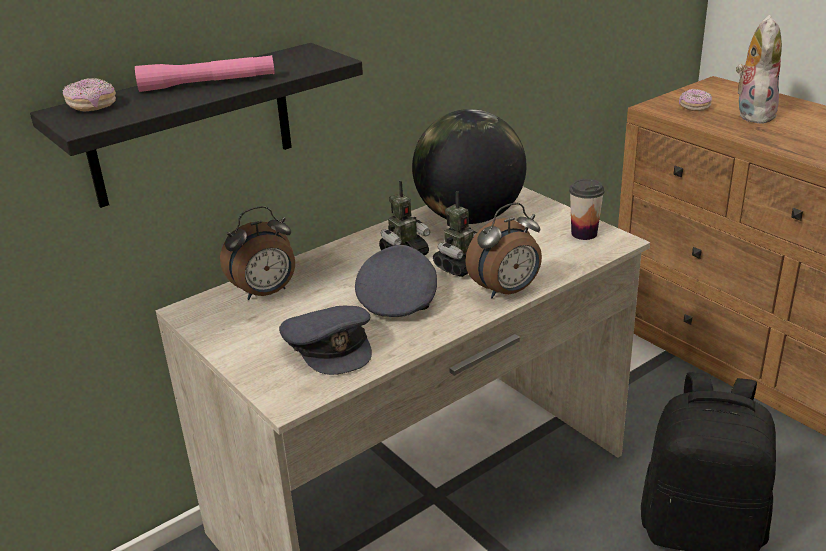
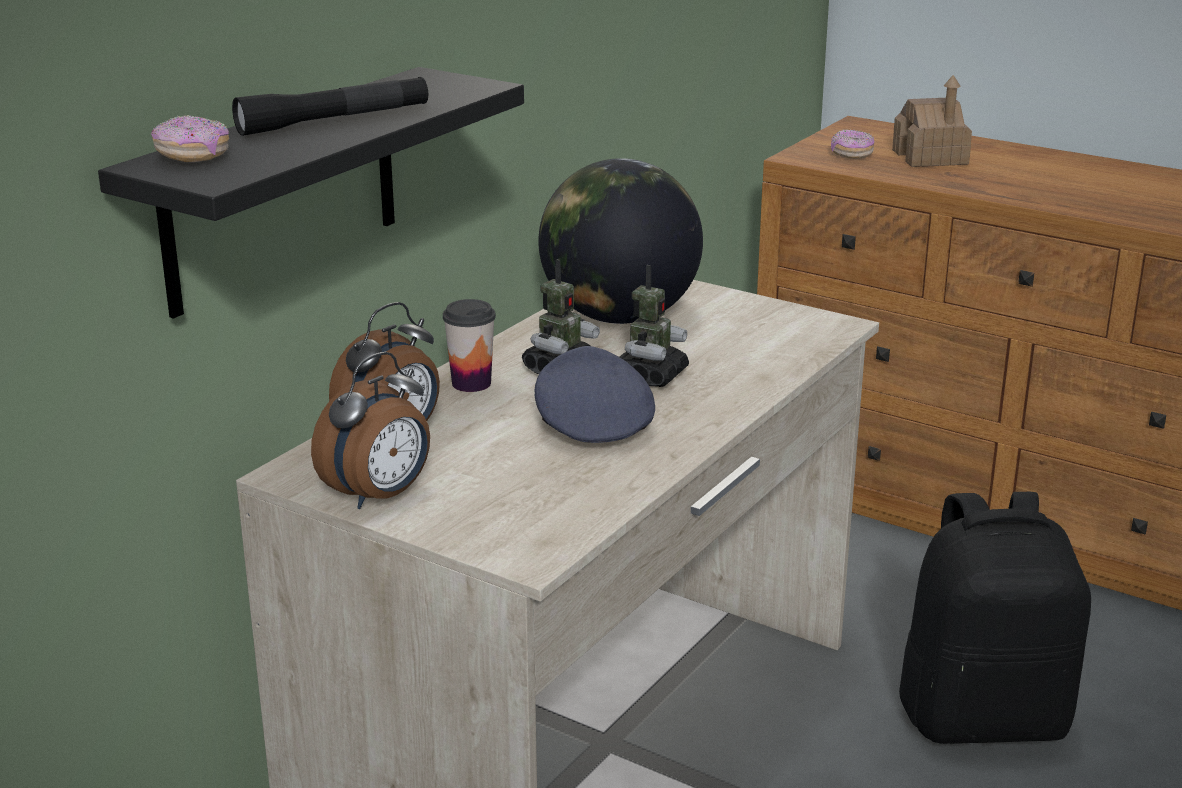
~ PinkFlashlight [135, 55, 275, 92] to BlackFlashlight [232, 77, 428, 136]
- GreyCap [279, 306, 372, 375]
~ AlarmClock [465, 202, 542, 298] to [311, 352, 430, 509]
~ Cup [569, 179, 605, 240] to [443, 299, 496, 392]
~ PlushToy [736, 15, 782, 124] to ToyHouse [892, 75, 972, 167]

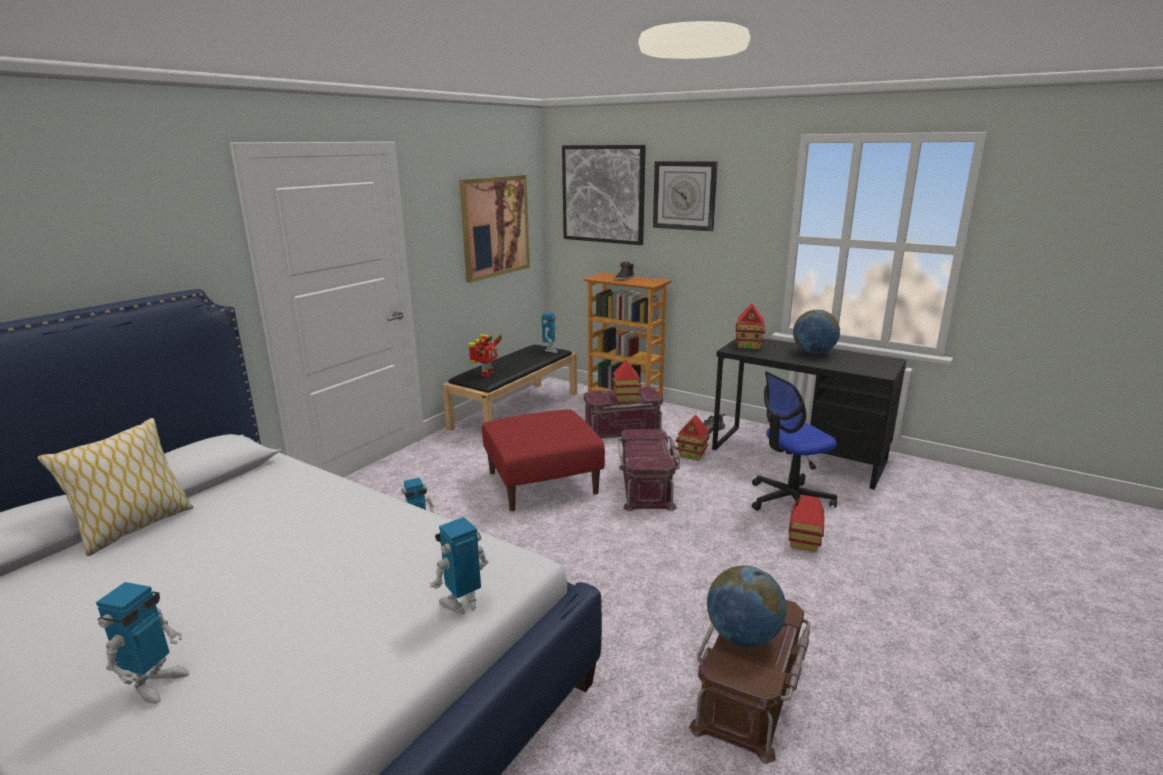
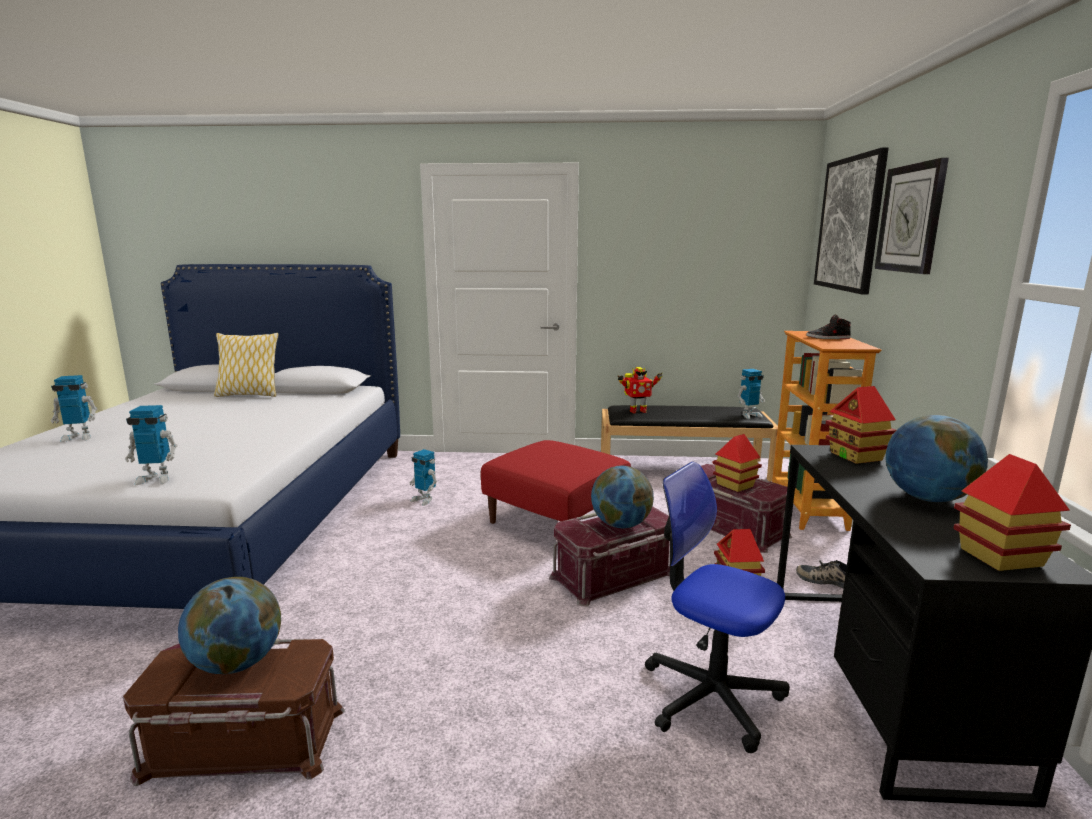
~ ToyRobot [430, 517, 488, 614] = [125, 405, 178, 485] 150 degrees clockwise
- Picture [459, 175, 530, 283]
~ ToyHouse [788, 495, 825, 552] to [953, 454, 1071, 571]
+ Globe [591, 466, 654, 528]

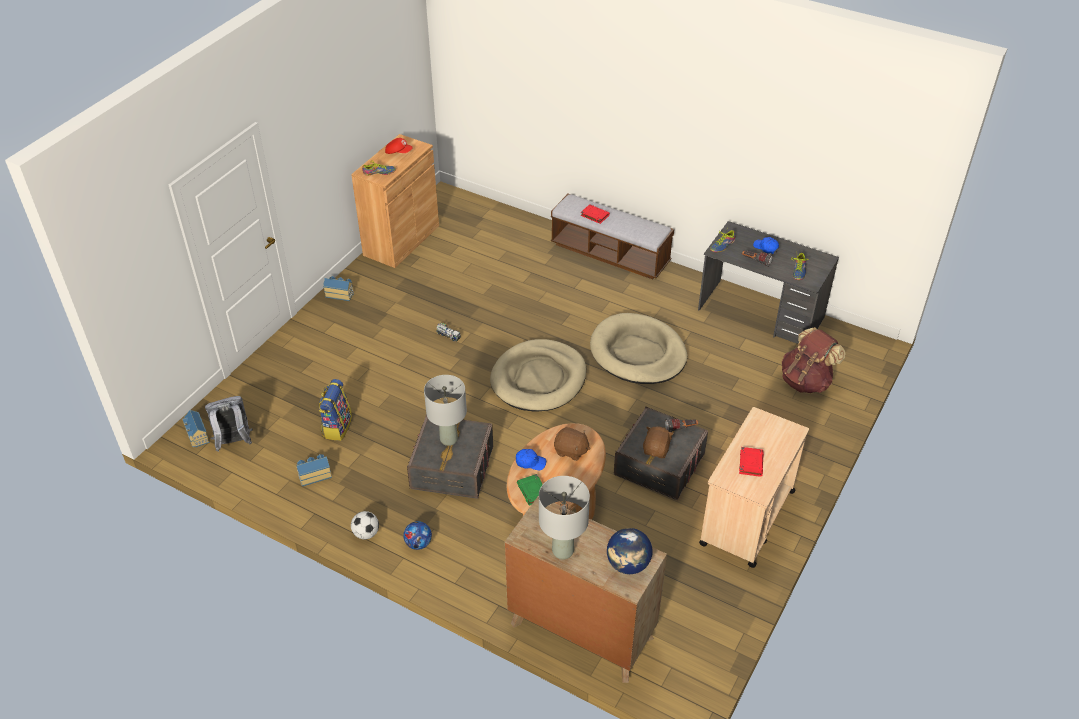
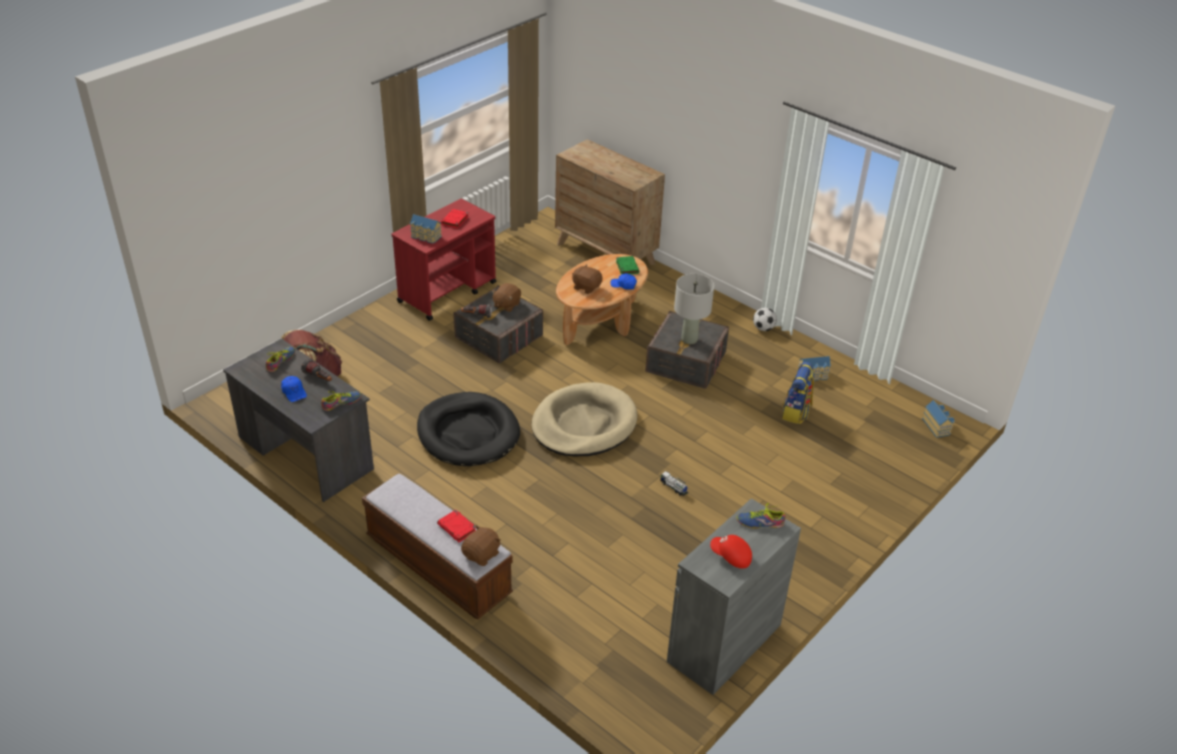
- GreyBackpack [205, 396, 253, 452]
~ ToyHouse [323, 276, 354, 301] to [410, 214, 442, 244]
~ BrownCabinet [351, 134, 439, 268] to GreyCabinet [667, 498, 801, 695]
- Football [403, 521, 432, 550]
- GreyTableLamp [539, 476, 590, 560]
~ BeigeDogBed [590, 313, 687, 384] to BlackDogBed [417, 392, 520, 466]
- Globe [607, 528, 653, 574]
~ BeigeCart [699, 407, 809, 568] to RedCart [392, 199, 496, 321]
+ BrownPlushToy [461, 525, 501, 566]

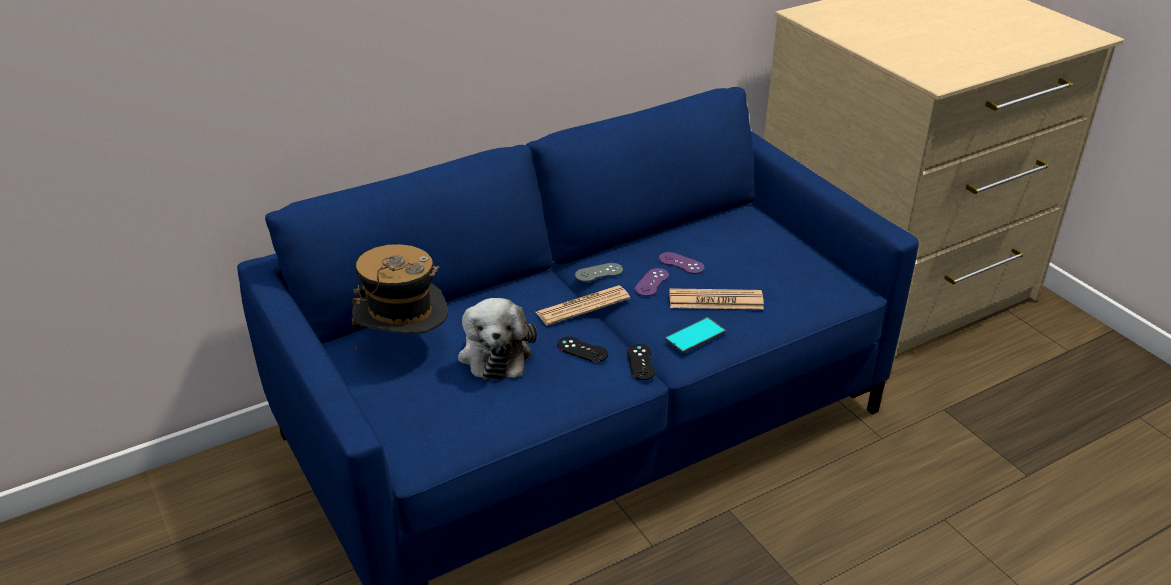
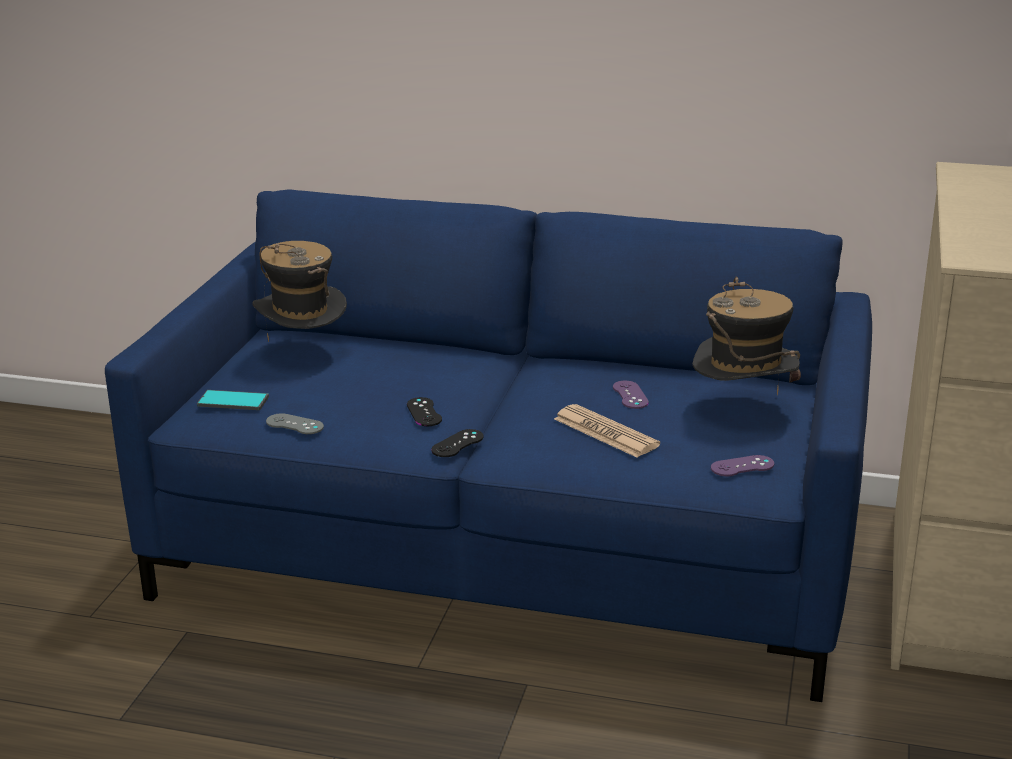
- PlushToy [458, 298, 537, 381]
- Newspaper [536, 285, 630, 325]
~ GreyGameController [575, 263, 623, 282] to [266, 413, 324, 434]
~ PurpleGameController [635, 268, 669, 297] to [711, 455, 774, 476]
~ Phone [665, 317, 726, 354] to [197, 390, 269, 410]
+ Hat [693, 276, 801, 396]

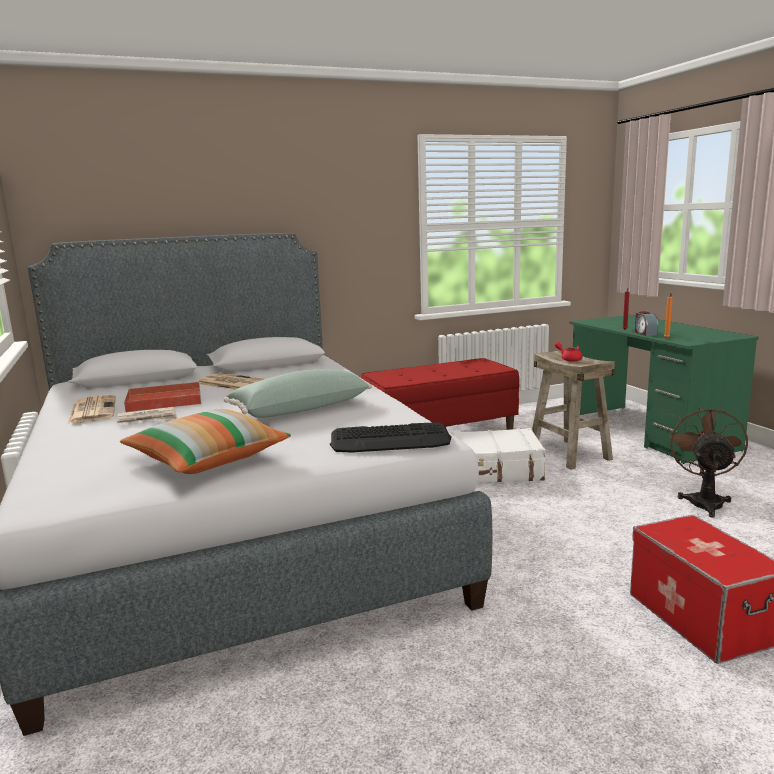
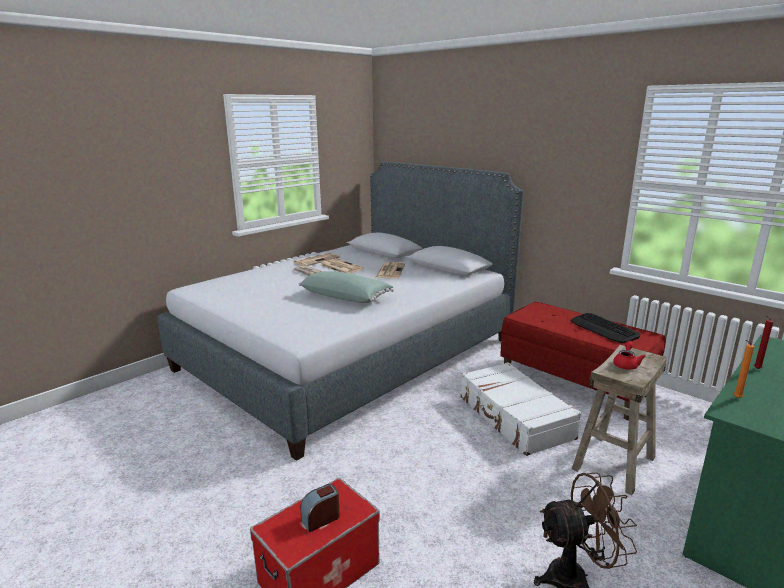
- Pillow [120, 409, 291, 474]
~ RedTray [124, 381, 201, 412] to Newspaper [320, 258, 364, 273]
~ Keyboard [330, 422, 451, 453] to [570, 313, 640, 343]
~ AlarmClock [635, 311, 658, 336] to [300, 484, 340, 532]

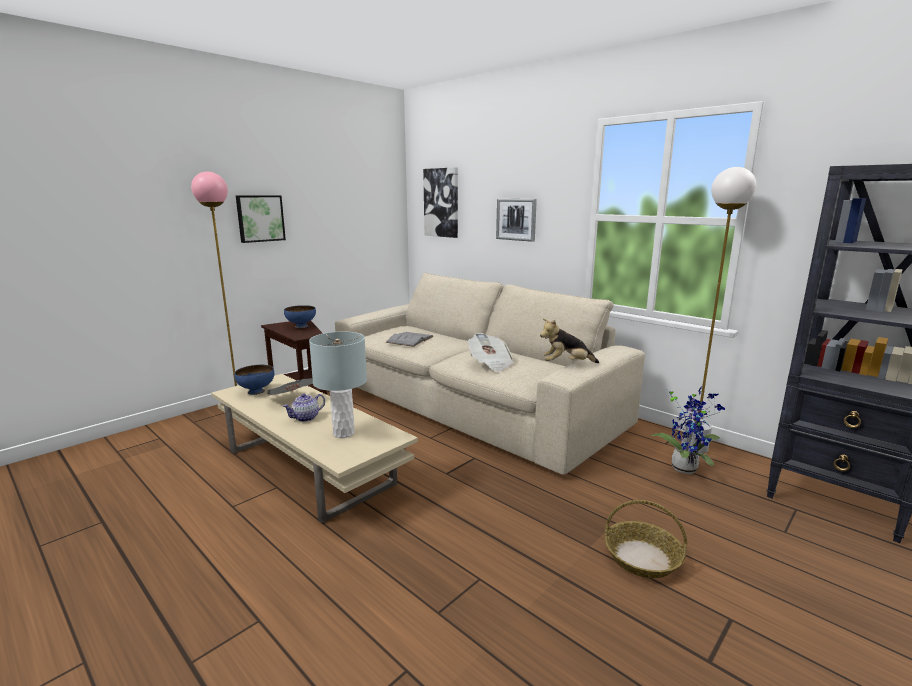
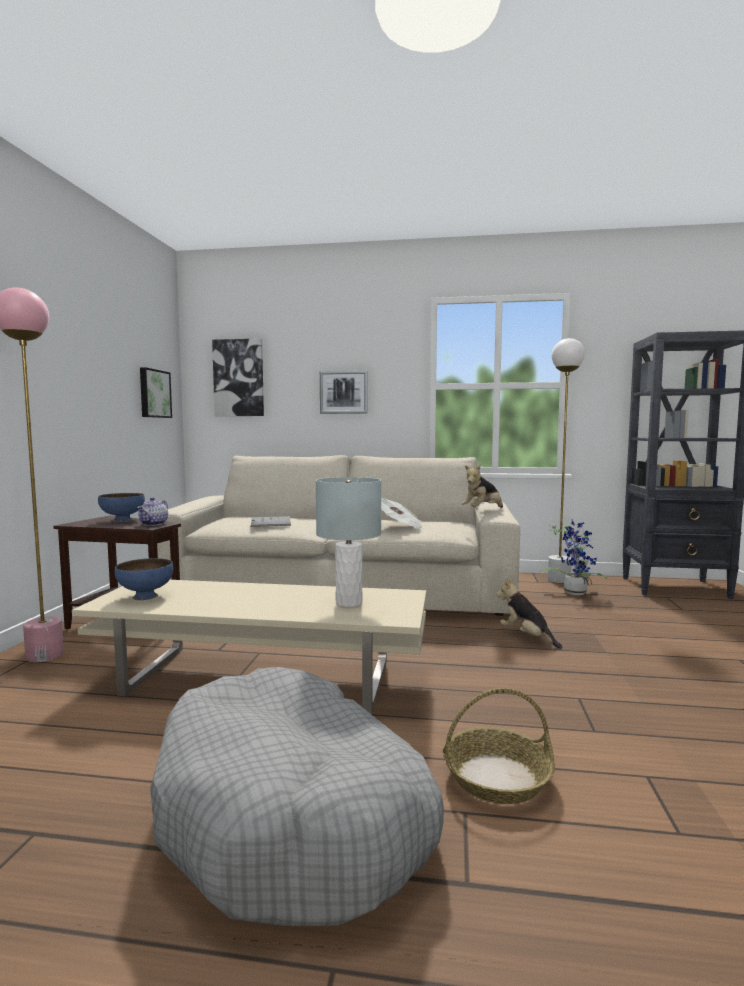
~ Picture [236, 195, 286, 243] to [140, 367, 172, 418]
- Newspaper [267, 378, 313, 395]
~ Teapot [283, 394, 325, 422] to [137, 497, 168, 526]
~ Basket [604, 500, 687, 578] to [443, 688, 555, 804]
+ GreyDogBed [150, 667, 444, 926]
+ PlushToy [496, 578, 562, 649]

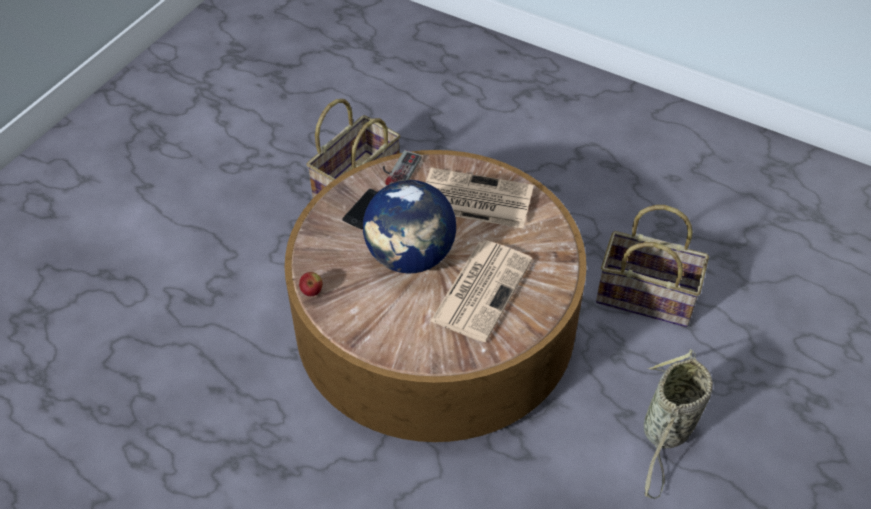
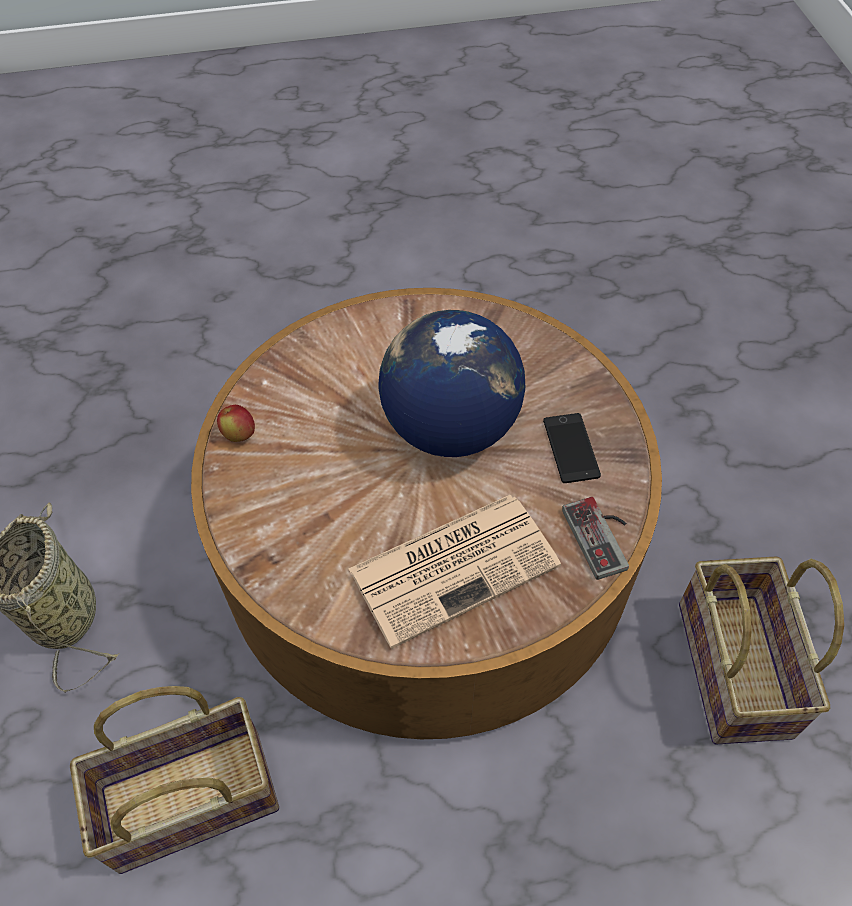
~ Apple [299, 272, 323, 296] to [217, 405, 255, 442]
- Newspaper [430, 241, 532, 342]

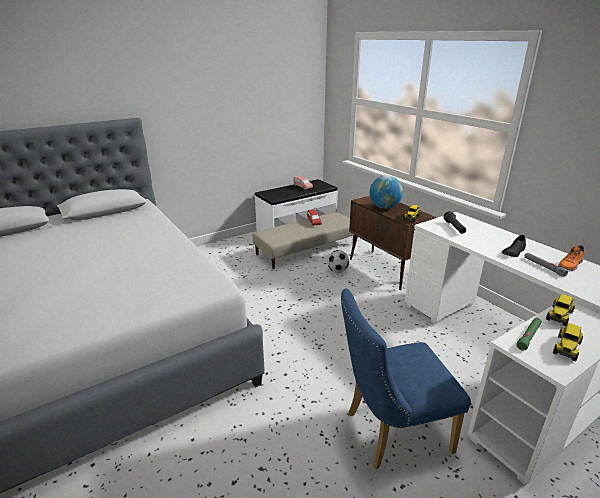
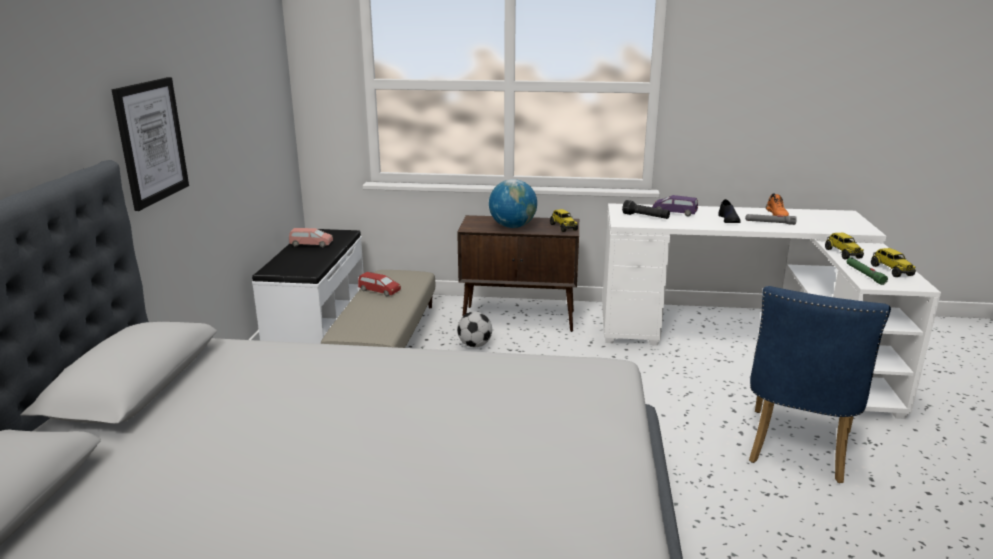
+ Picture [112, 77, 189, 211]
+ PurpleToyCar [652, 195, 698, 217]

